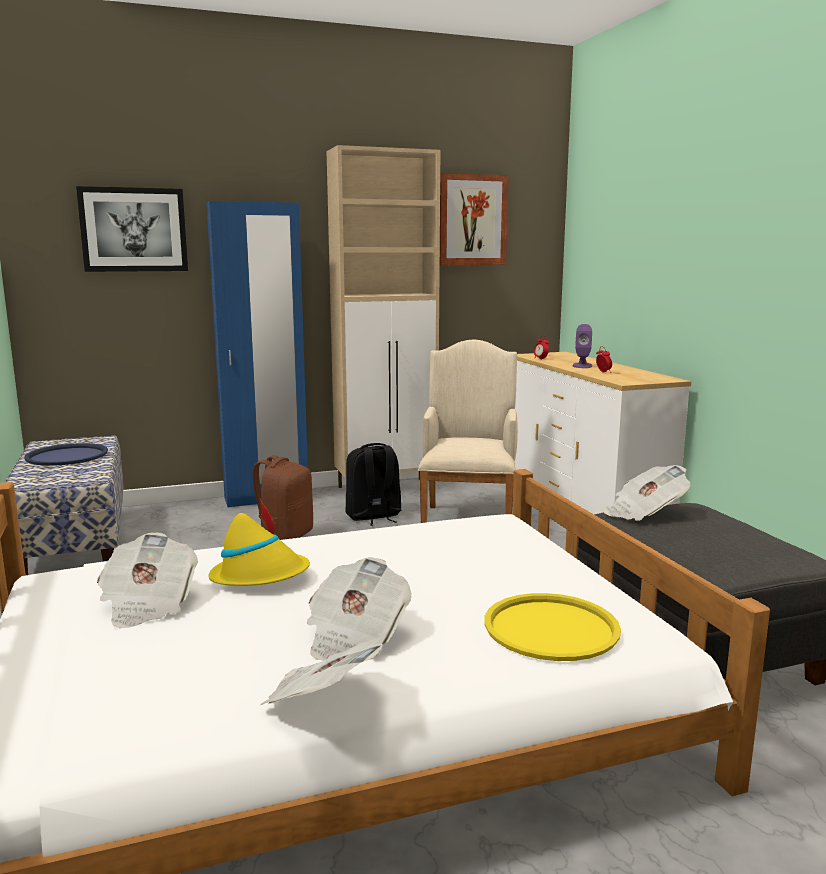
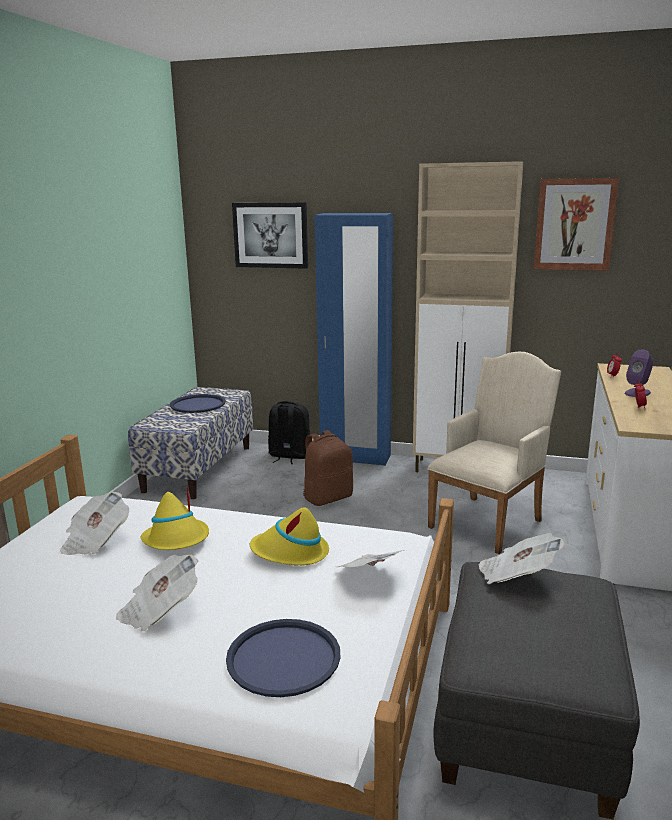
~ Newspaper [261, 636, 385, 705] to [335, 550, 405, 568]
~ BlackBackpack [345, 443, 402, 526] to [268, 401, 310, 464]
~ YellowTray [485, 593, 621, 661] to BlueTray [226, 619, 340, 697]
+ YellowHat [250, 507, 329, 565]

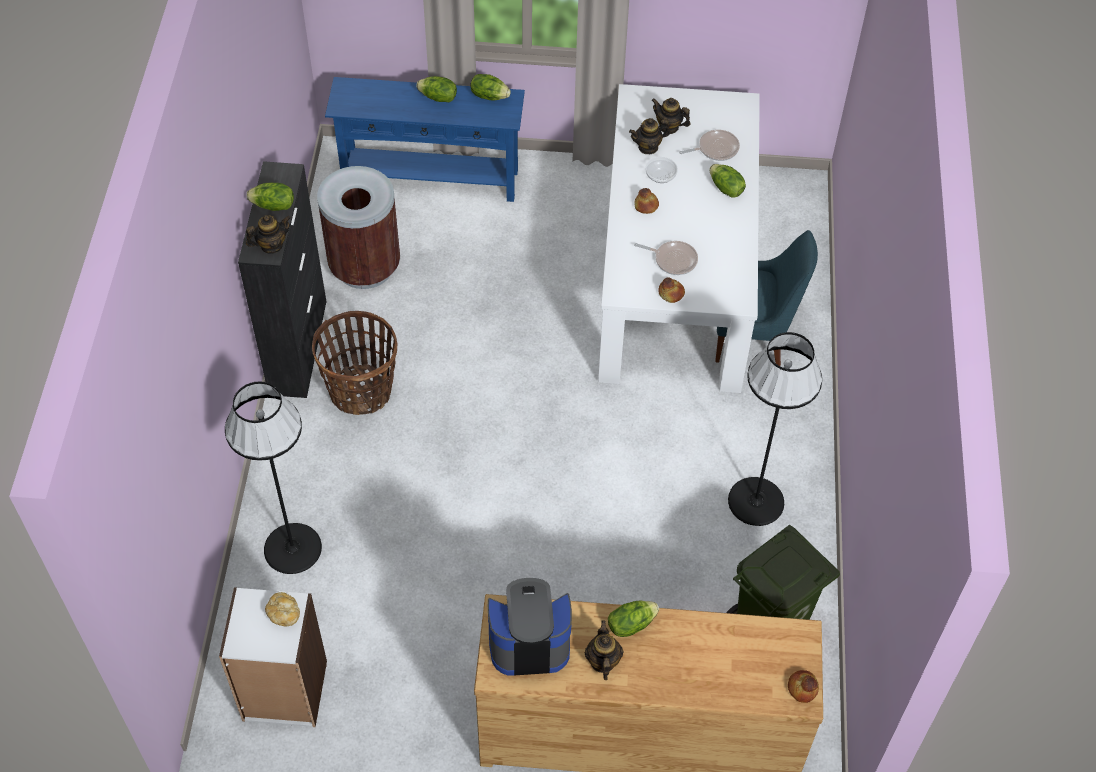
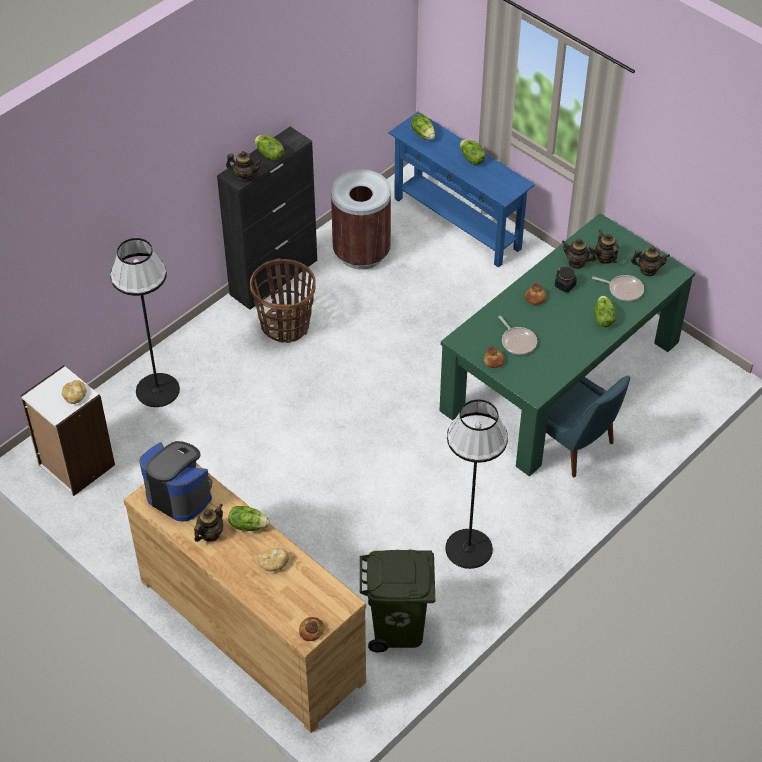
~ Lettuce [470, 74, 511, 100] to [411, 114, 435, 140]
~ WhiteDiningTable [598, 84, 760, 393] to GreenDiningTable [439, 213, 696, 477]
~ Bowl [646, 157, 678, 183] to BlackJar [555, 267, 577, 293]
+ Bread [257, 548, 289, 571]
+ Teapot [631, 246, 670, 276]

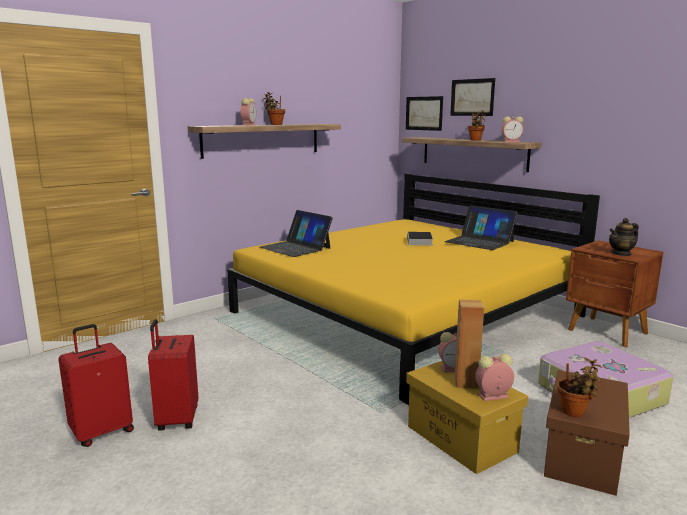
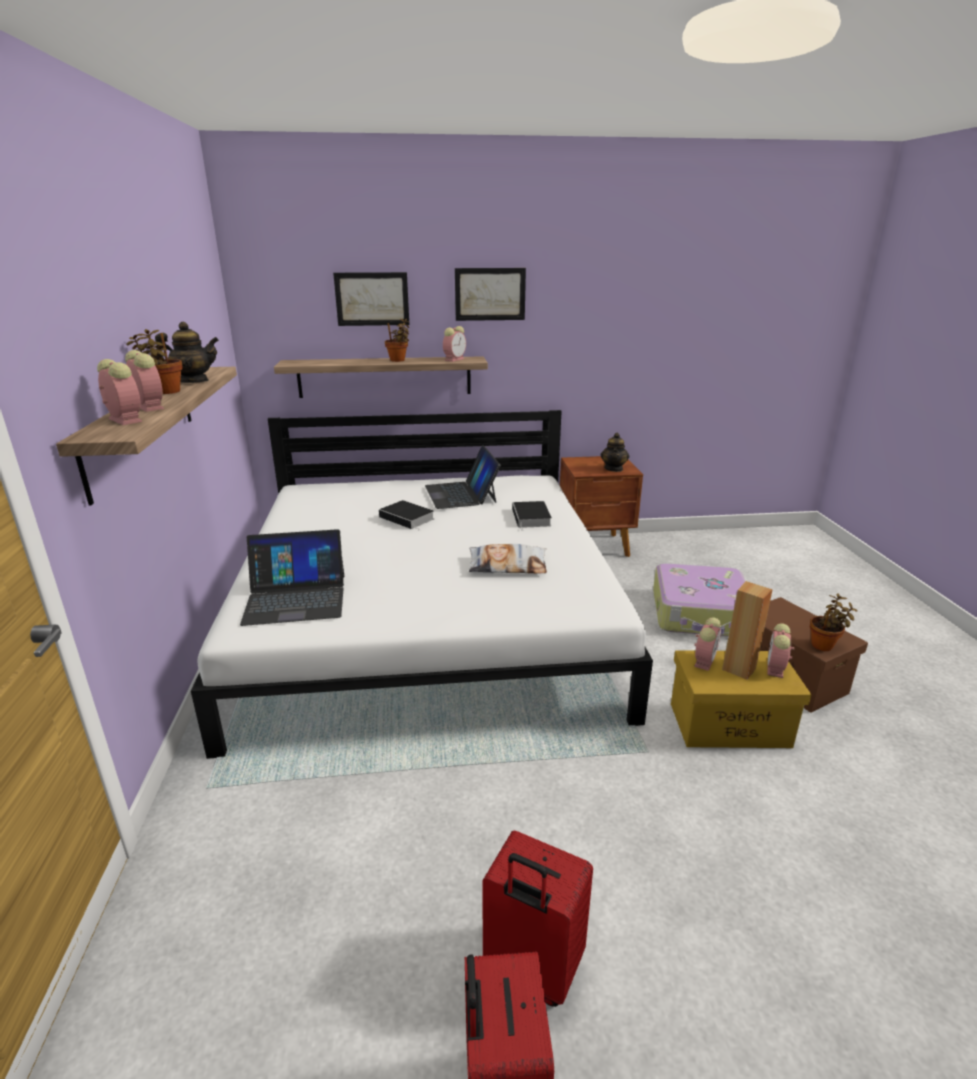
~ YellowBed [227, 174, 600, 405] to WhiteBed [191, 410, 653, 759]
~ Picture [406, 96, 443, 131] to [455, 268, 526, 321]
~ Laptop [444, 205, 517, 250] = [425, 445, 501, 509] 90 degrees clockwise
+ AlarmClock [97, 359, 143, 425]
+ Teapot [155, 322, 219, 383]
+ Pillow [469, 544, 547, 574]
+ Book [512, 501, 552, 531]

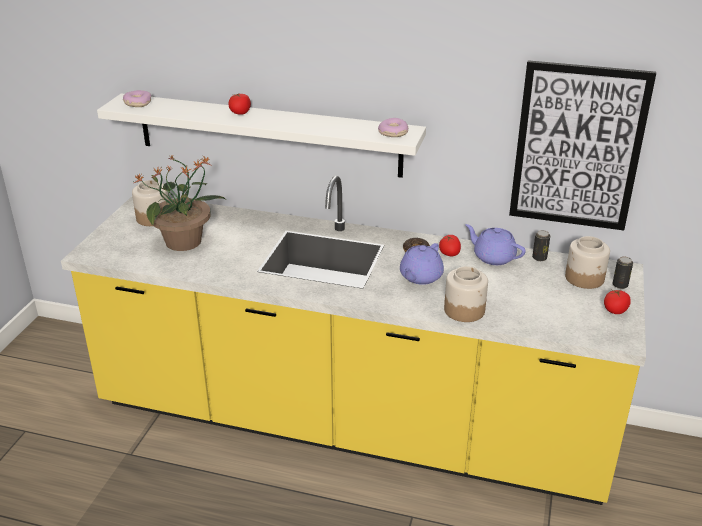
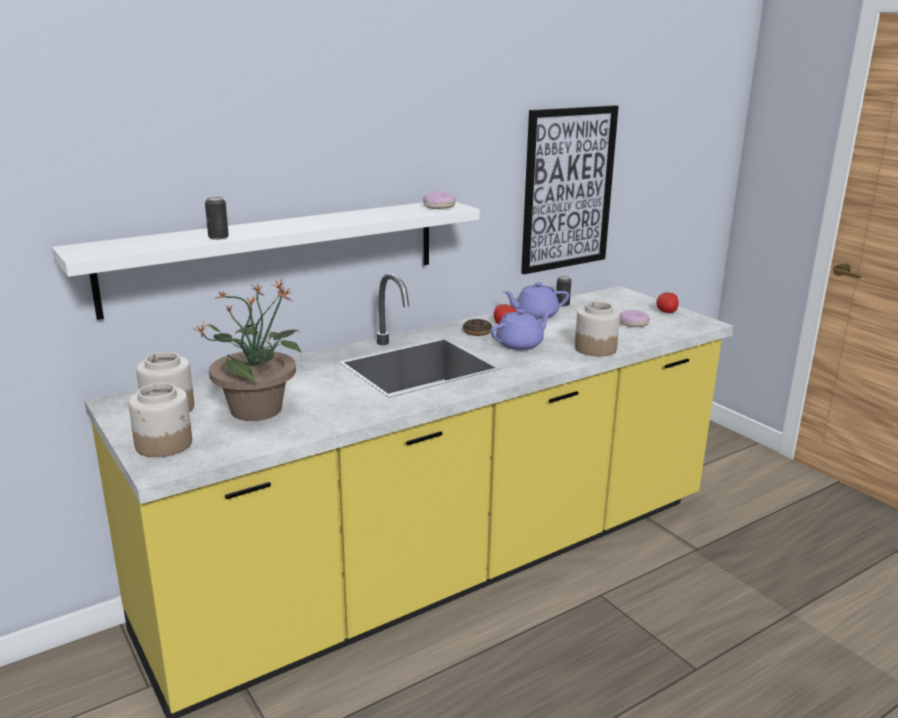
~ Donut [123, 90, 151, 107] to [620, 310, 650, 327]
- Tomato [228, 94, 251, 115]
~ PurpleTeapot [400, 243, 444, 285] = [491, 309, 553, 350] 105 degrees counterclockwise
~ Jar [565, 236, 610, 289] to [128, 383, 192, 457]
~ Can [613, 256, 633, 289] to [205, 197, 229, 240]

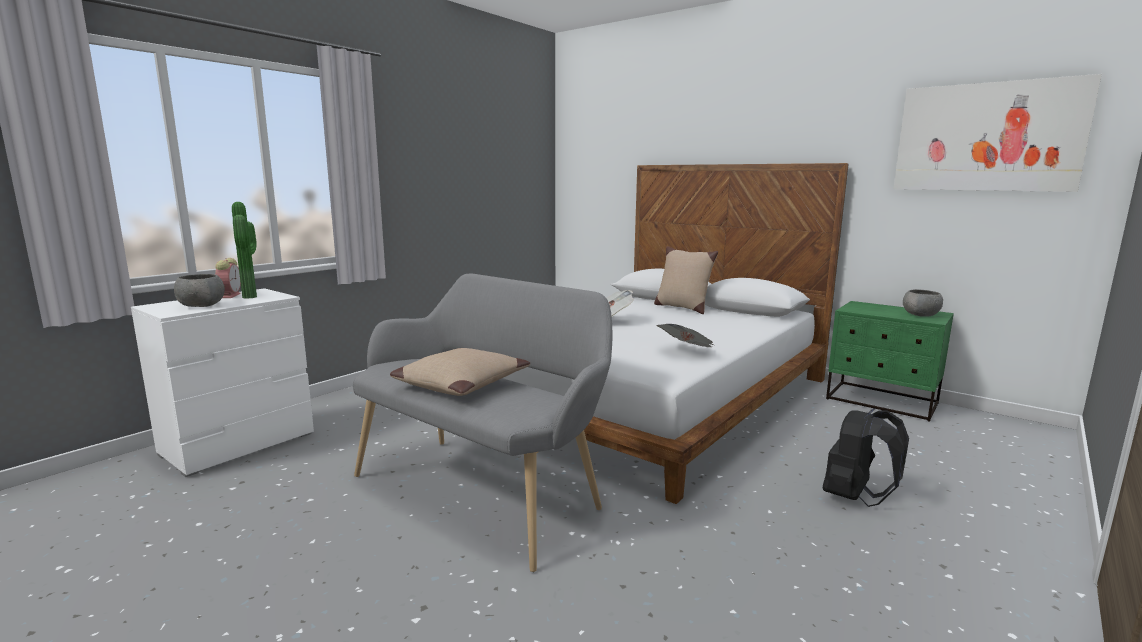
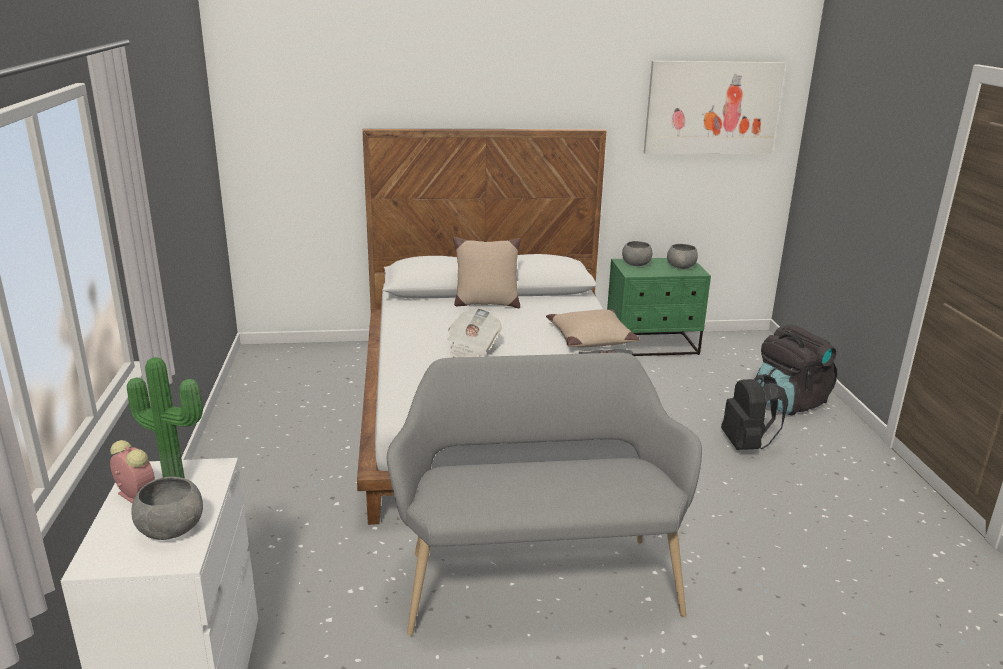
~ BeigePillow [390, 348, 530, 396] to [546, 309, 640, 347]
+ GreyBowl [622, 241, 653, 266]
+ BlackBackpack [756, 324, 837, 415]

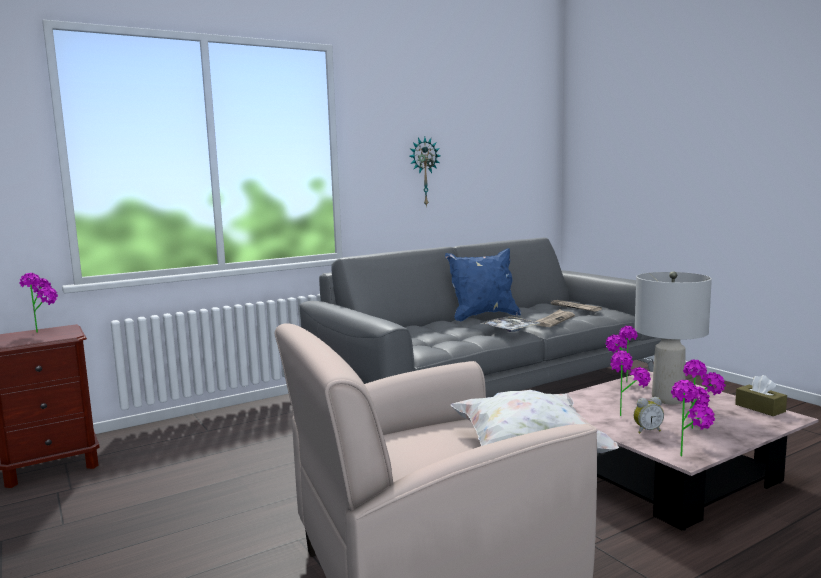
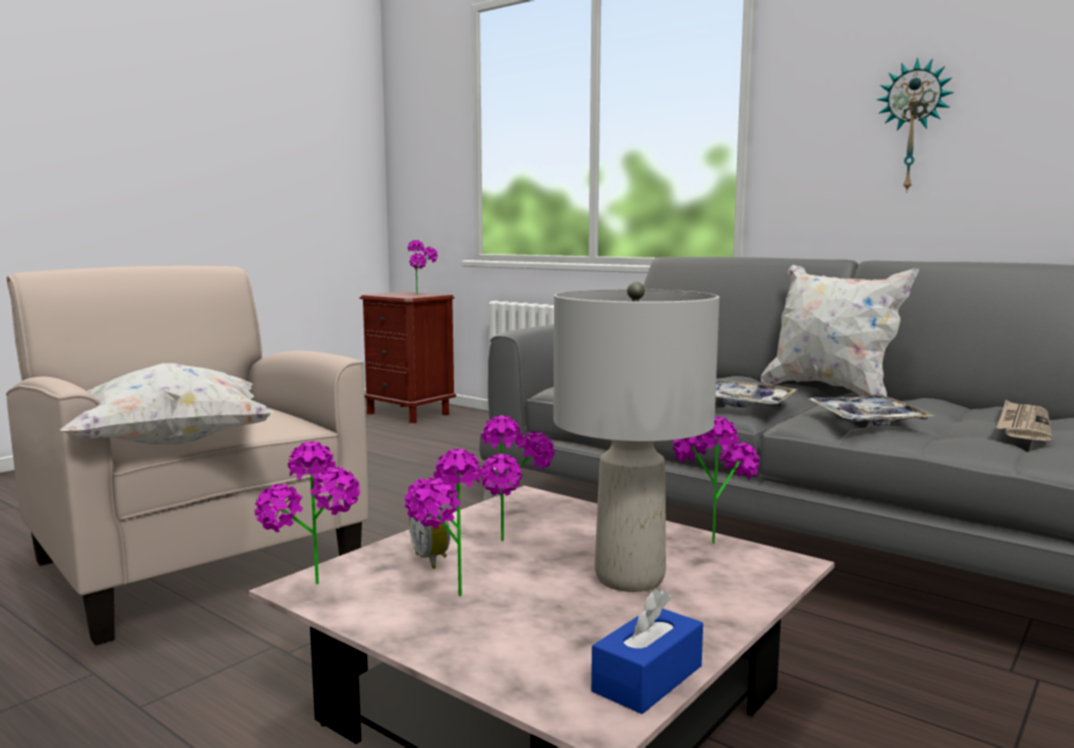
~ BluePillow [445, 248, 521, 321] to WhitePillow [761, 265, 919, 396]
~ Newspaper [535, 309, 575, 327] to Tray [809, 395, 935, 426]
~ BrownTissueBox [735, 375, 787, 416] to BlueTissueBox [591, 589, 703, 714]

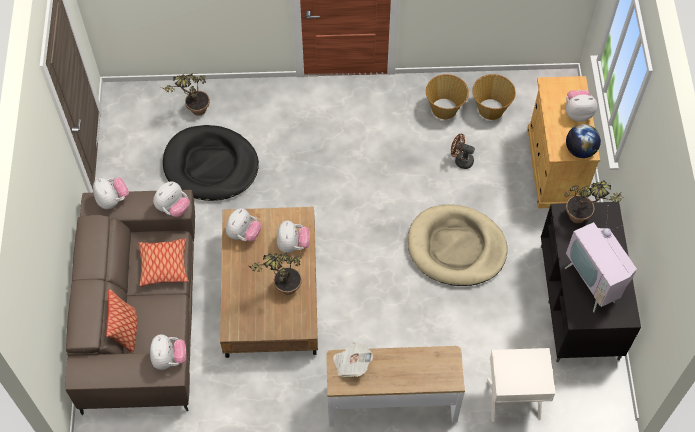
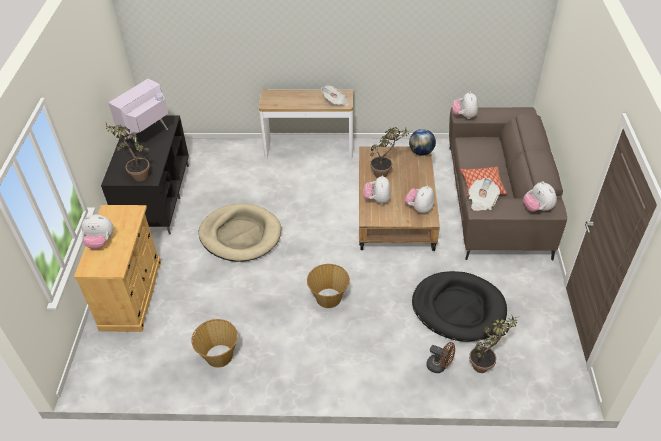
- Pillow [106, 289, 137, 353]
~ PlushToy [153, 182, 190, 217] to Newspaper [468, 178, 500, 211]
~ BrownFan [451, 134, 475, 169] to [426, 342, 455, 373]
~ Basket [472, 74, 516, 120] to [307, 264, 350, 308]
- WhiteNightstand [487, 348, 555, 422]
~ Television [565, 212, 637, 312] = [108, 79, 169, 149] 120 degrees counterclockwise
~ Globe [566, 124, 601, 158] to [409, 129, 436, 156]

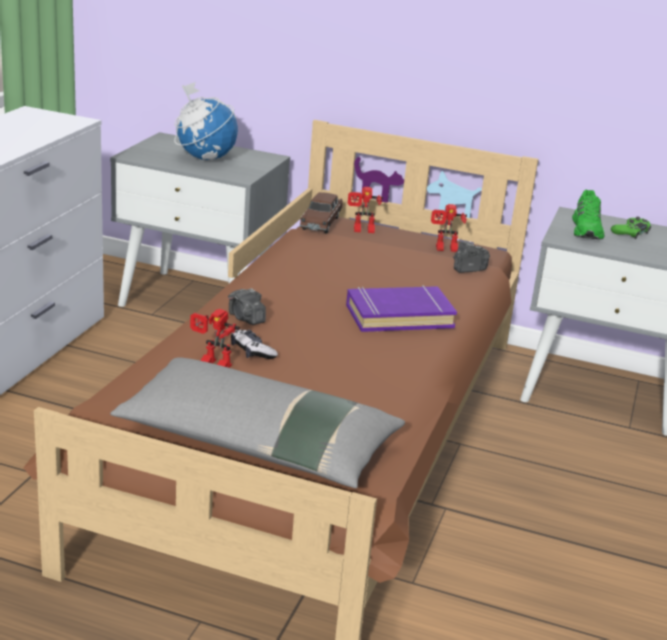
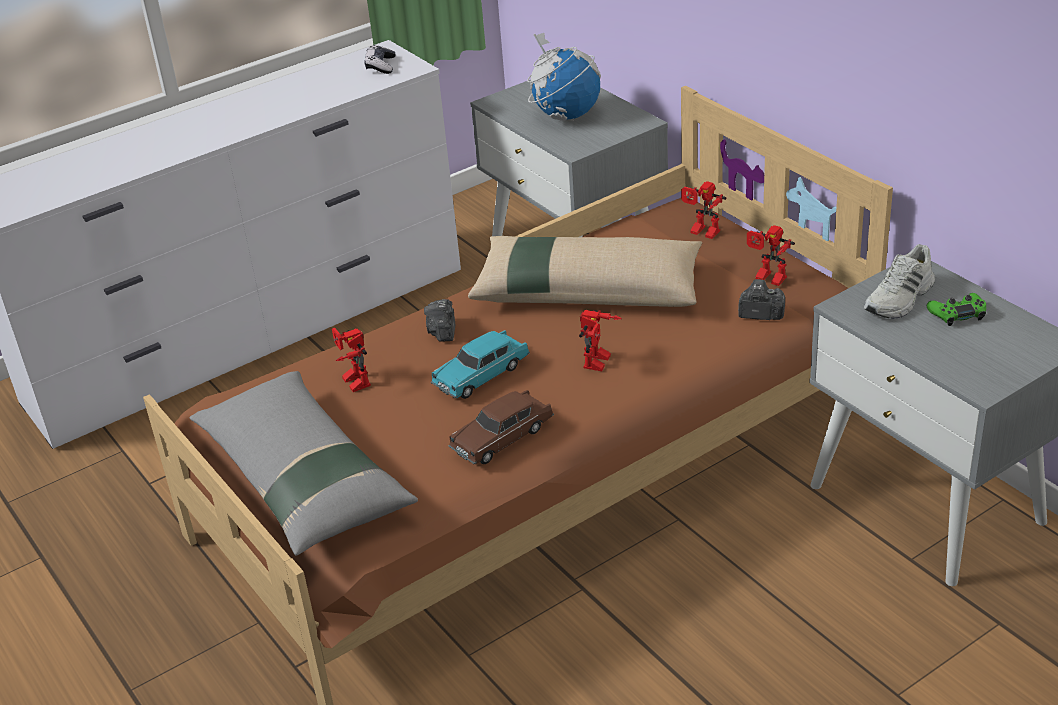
~ GameController [231, 330, 278, 359] to [364, 45, 395, 74]
~ BrownToyCar [300, 192, 343, 233] to [449, 390, 554, 464]
~ PurpleBook [346, 285, 457, 332] to ToyRobot [579, 310, 622, 371]
~ GreenShoe [572, 190, 604, 240] to WhiteShoe [864, 244, 935, 319]
+ TurquoiseToyCar [431, 330, 530, 399]
+ BeigePillow [468, 236, 702, 307]

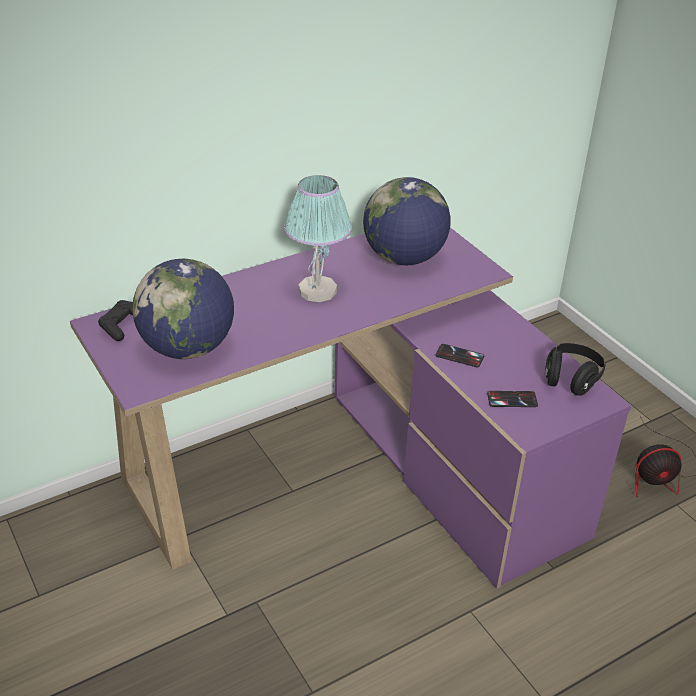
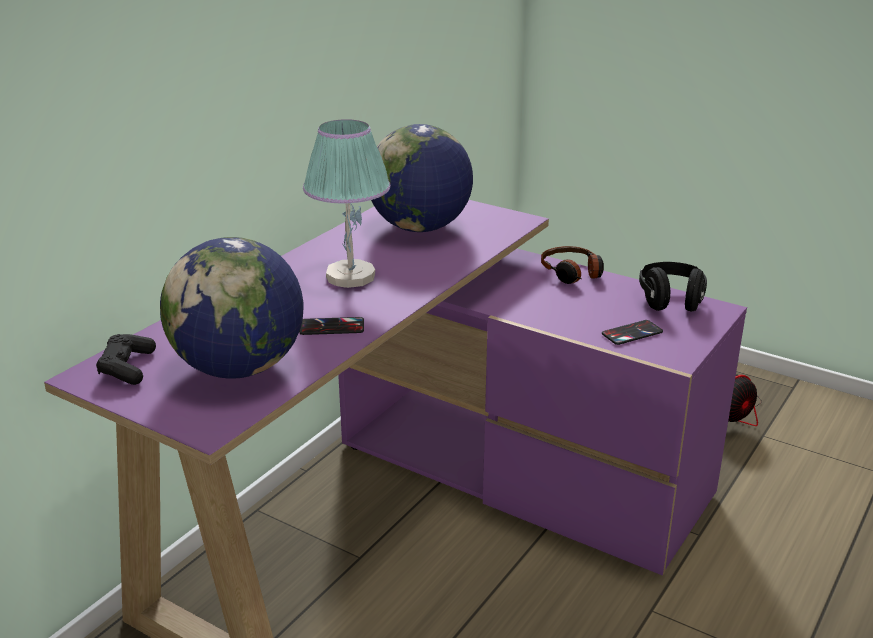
~ Phone [436, 344, 484, 367] to [300, 317, 364, 335]
+ Headphones [541, 246, 604, 284]

